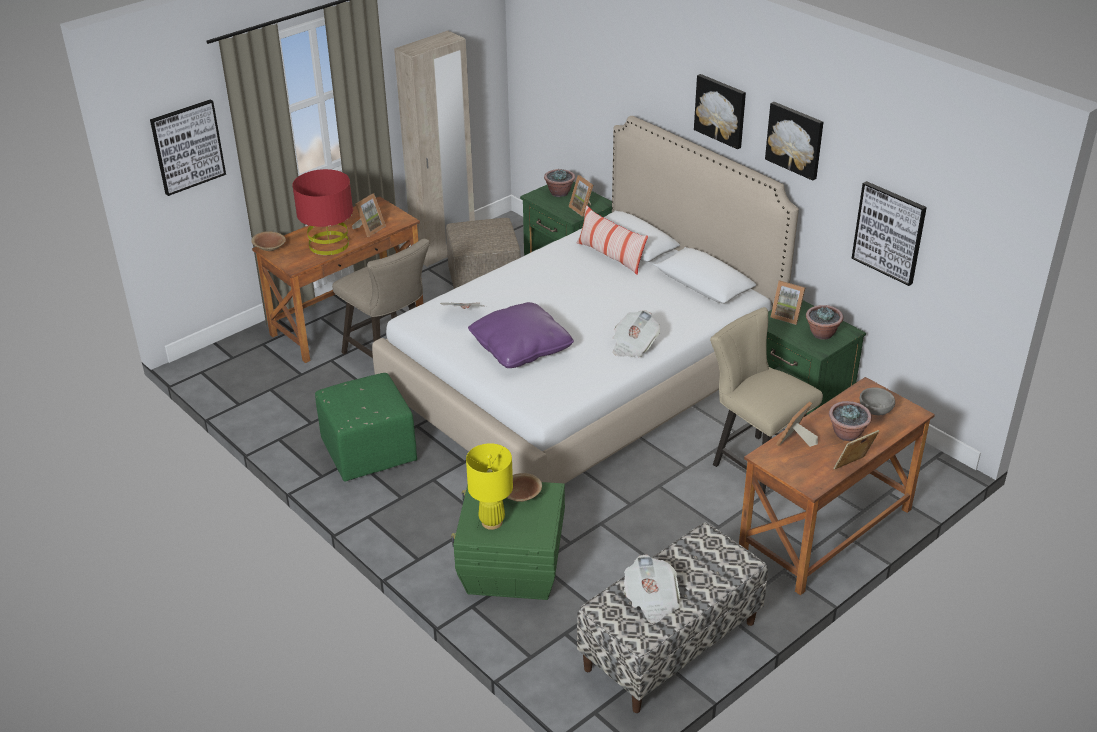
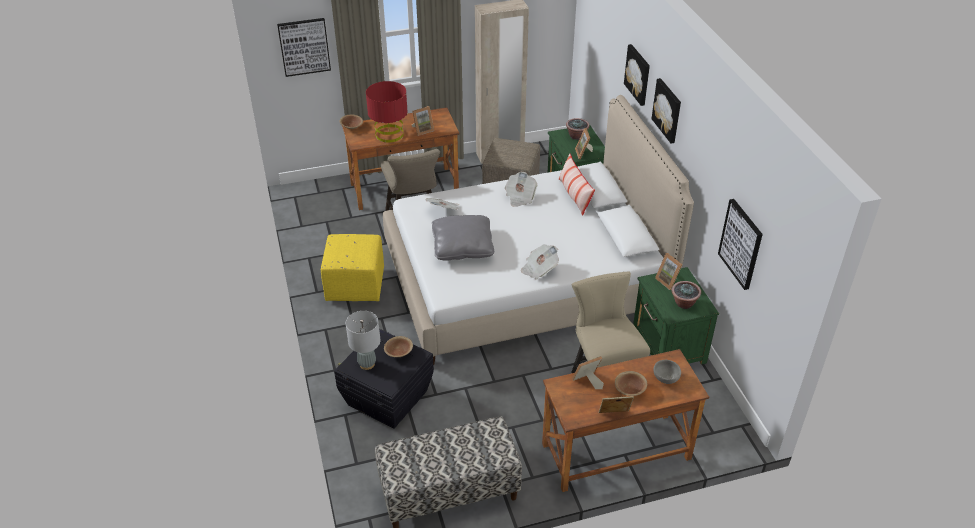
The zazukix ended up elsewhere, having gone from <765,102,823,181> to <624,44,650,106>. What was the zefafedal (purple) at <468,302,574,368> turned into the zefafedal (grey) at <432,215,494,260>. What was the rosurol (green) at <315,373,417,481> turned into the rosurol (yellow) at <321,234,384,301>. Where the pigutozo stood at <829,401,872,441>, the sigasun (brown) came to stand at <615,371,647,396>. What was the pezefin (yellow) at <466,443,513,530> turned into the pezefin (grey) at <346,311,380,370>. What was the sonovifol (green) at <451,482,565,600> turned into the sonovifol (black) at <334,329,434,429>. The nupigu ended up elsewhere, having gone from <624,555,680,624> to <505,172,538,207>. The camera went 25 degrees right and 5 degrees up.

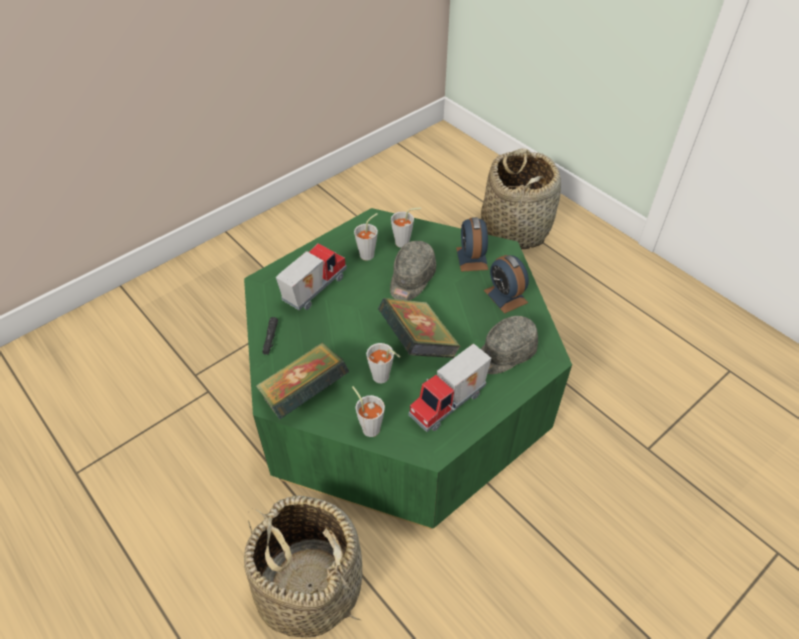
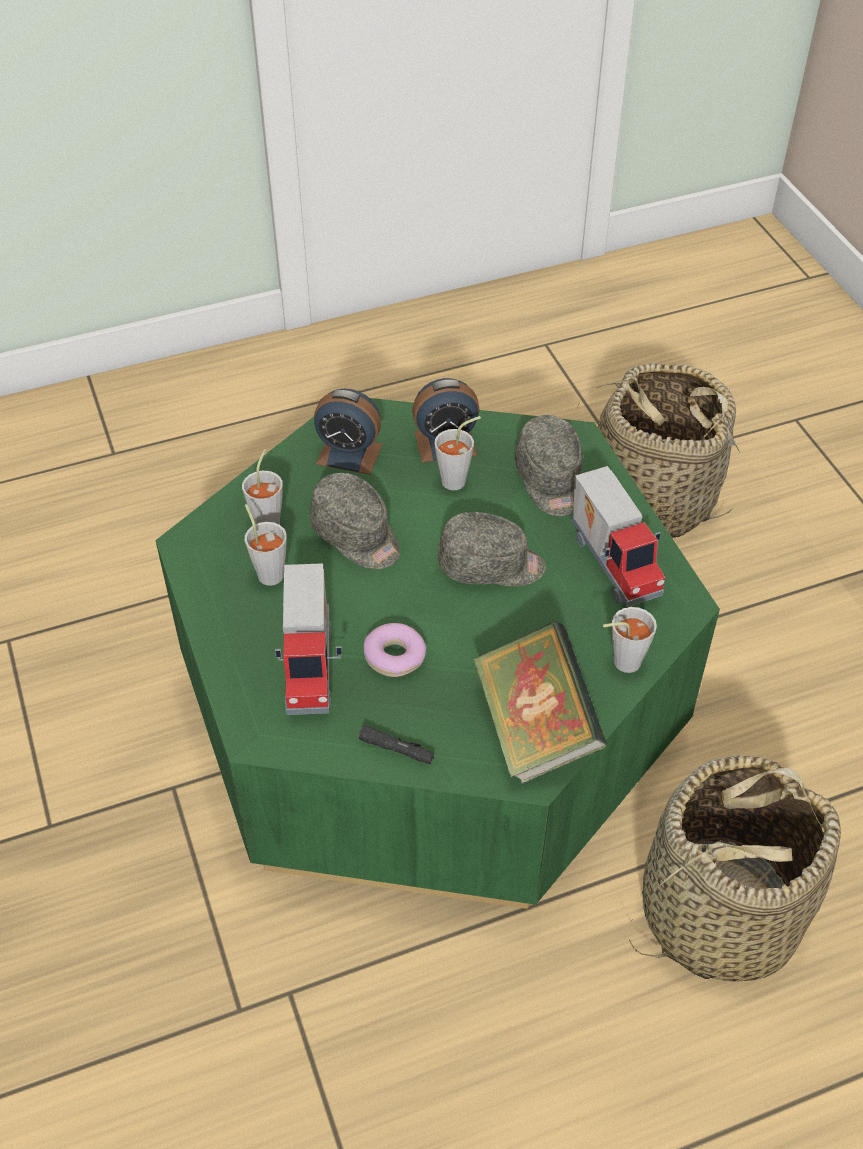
The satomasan ended up elsewhere, having gone from <481,149,561,249> to <579,363,740,538>. The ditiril at <276,243,347,310> ended up facing another way, 150 degrees counterclockwise from before. Where the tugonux stood at <378,298,461,358>, the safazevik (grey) came to stand at <438,512,546,587>. The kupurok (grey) ended up elsewhere, having gone from <366,343,401,383> to <435,416,481,490>. The second view gained the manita at <364,623,426,677>. The camera went 70 degrees left and 0 degrees up.

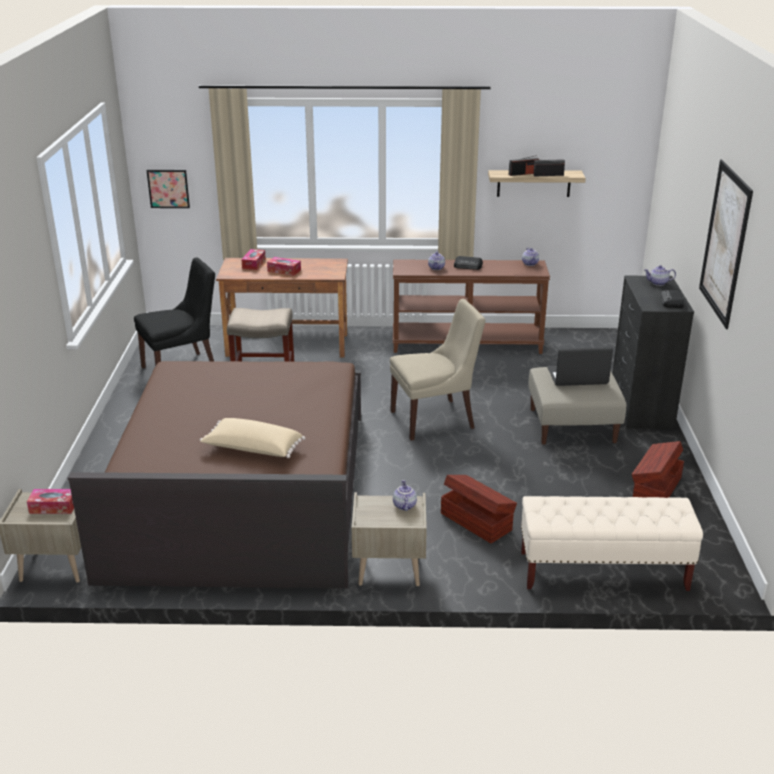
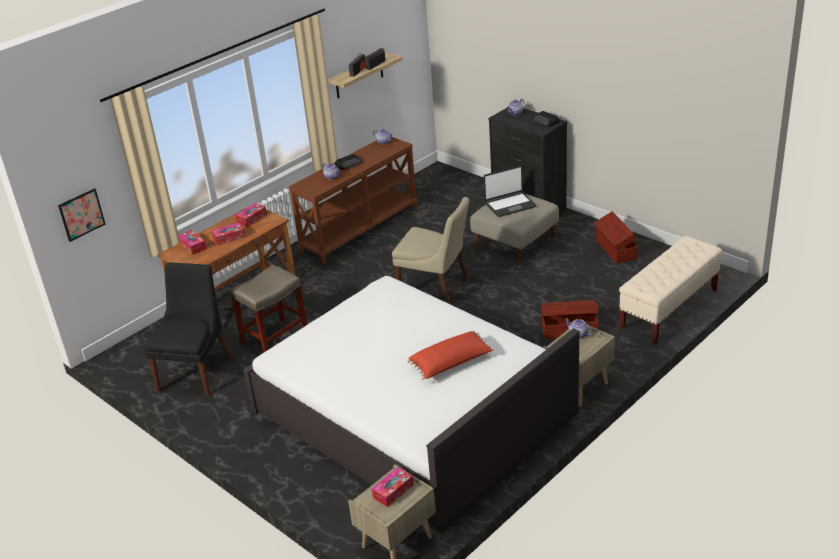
The second view lost the zazukix at <699,160,753,329>. The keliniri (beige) at <390,299,486,440> ended up facing another way, 90 degrees clockwise from before. The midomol at <547,347,613,386> ended up facing another way, 150 degrees counterclockwise from before. What was the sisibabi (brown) at <68,361,361,588> turned into the sisibabi (white) at <243,276,580,533>. What was the zefafedal (beige) at <200,418,305,458> turned into the zefafedal (red) at <407,331,494,380>. The second view gained the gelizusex at <235,203,267,227>. The camera went 45 degrees left and 5 degrees up.

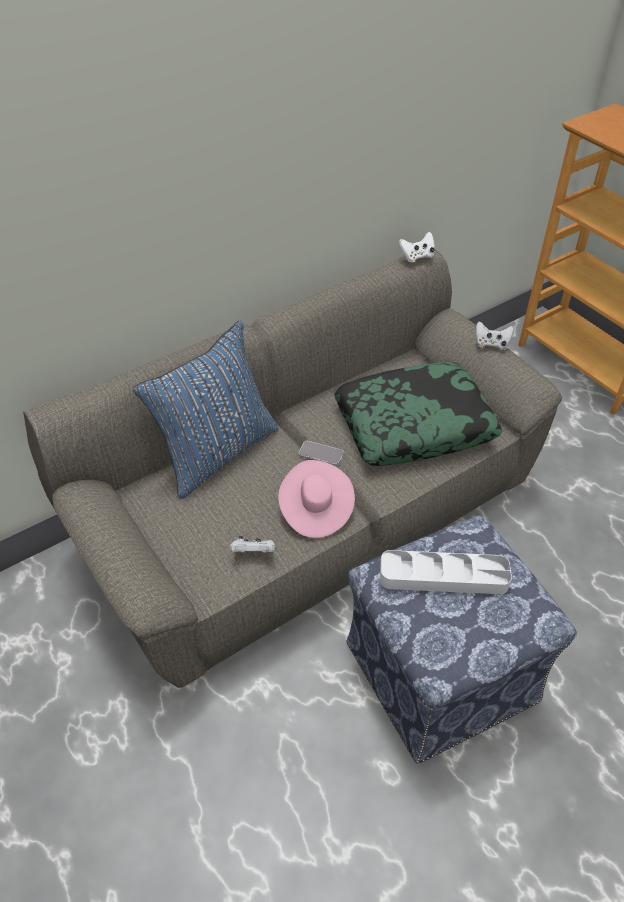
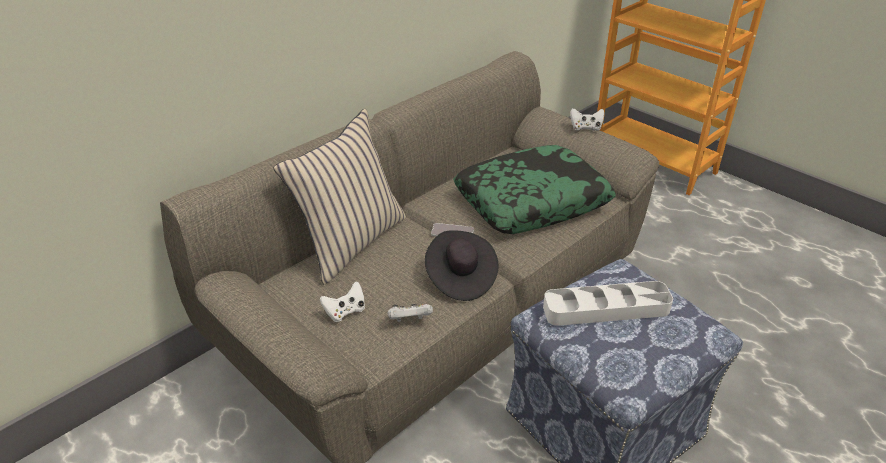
The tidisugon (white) ended up elsewhere, having gone from <399,232,435,263> to <320,282,365,322>. What was the zefafedal (blue) at <133,320,279,499> turned into the zefafedal (beige) at <273,109,406,285>. What was the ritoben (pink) at <278,460,355,538> turned into the ritoben (black) at <425,230,499,301>. The camera went 10 degrees left and 10 degrees down.

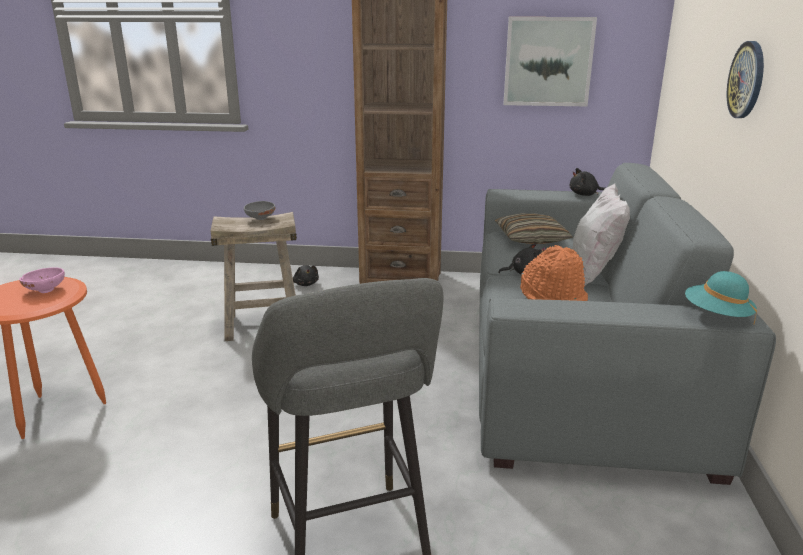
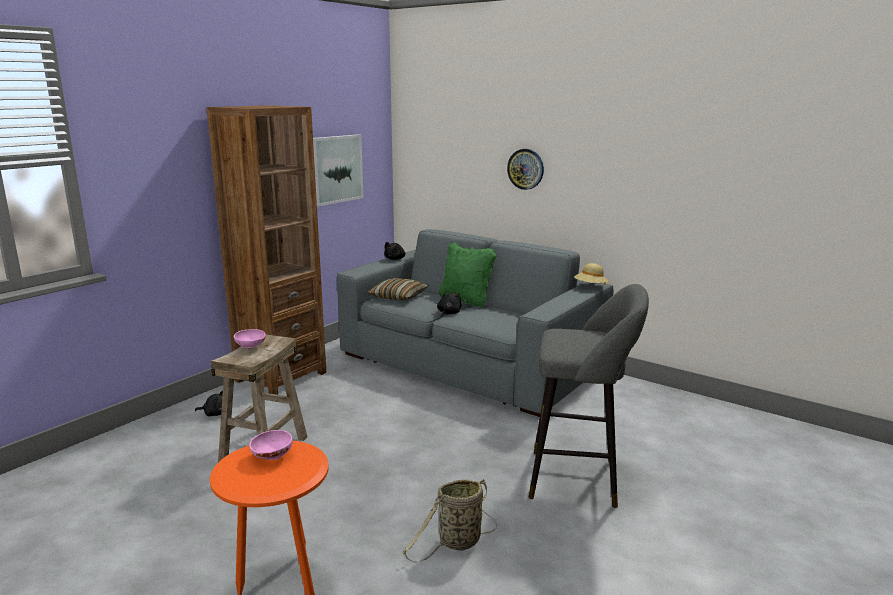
What was the zefafedal (white) at <573,184,630,285> turned into the zefafedal (green) at <439,242,496,308>. What was the sigasun (grey) at <244,201,275,220> turned into the sigasun (pink) at <234,329,266,348>. The second view lost the ritoben (orange) at <520,245,588,301>. What was the ritoben (turquoise) at <685,271,757,325> turned into the ritoben (beige) at <574,263,609,285>. The second view gained the satomasan at <403,479,497,562>. The camera went 60 degrees left and 5 degrees down.

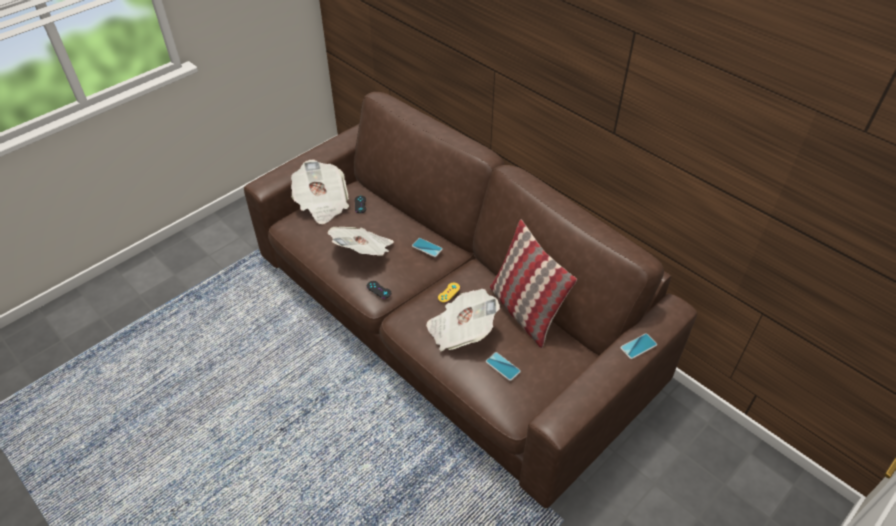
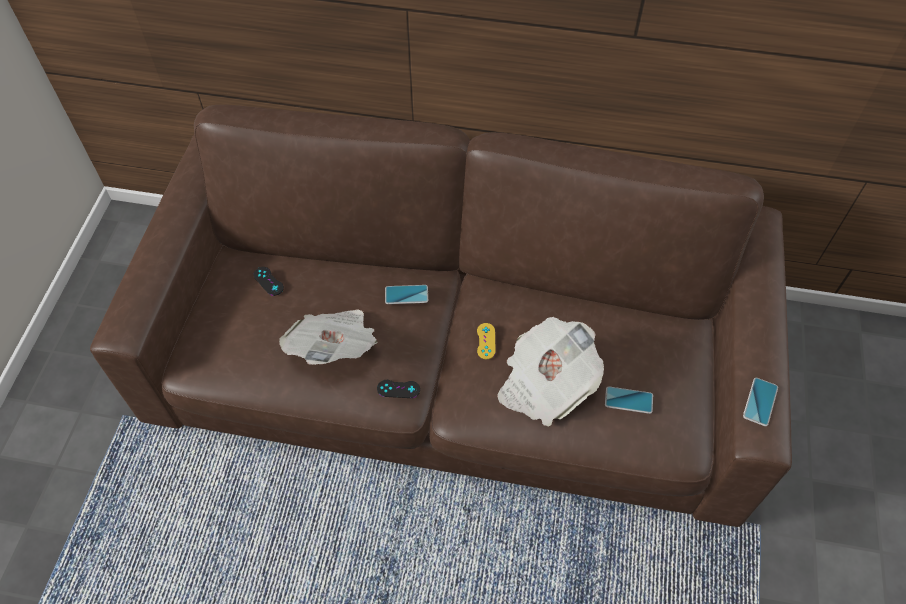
The second view lost the nupigu at <291,159,349,224>. The second view lost the zefafedal at <490,220,577,348>. The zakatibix ended up elsewhere, having gone from <620,333,657,359> to <743,378,778,426>. The camera went 35 degrees left and 10 degrees up.

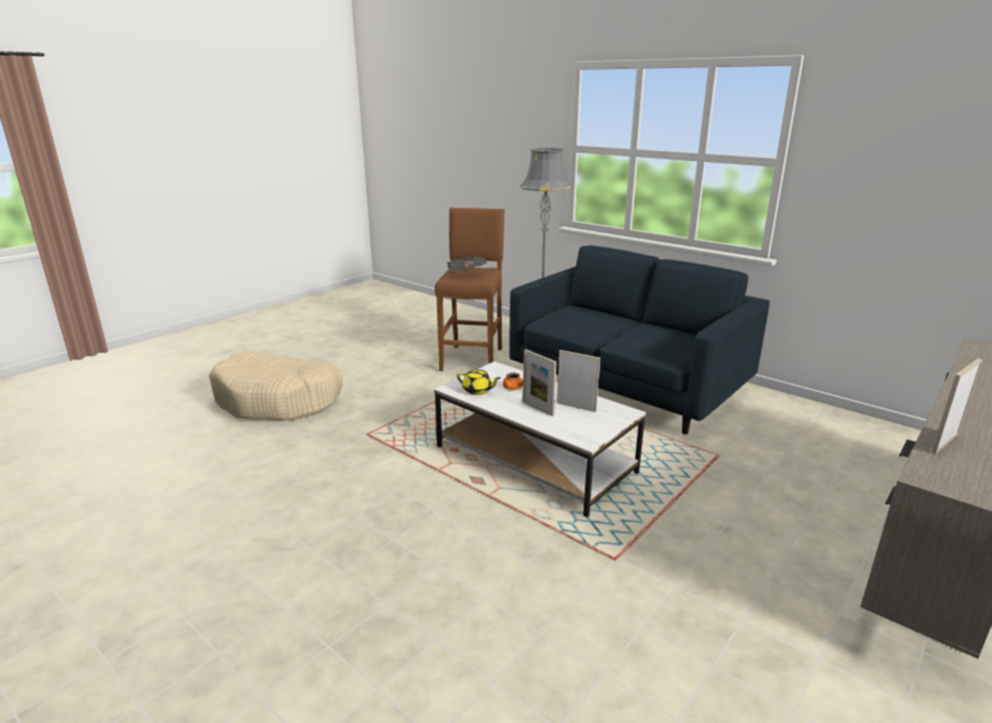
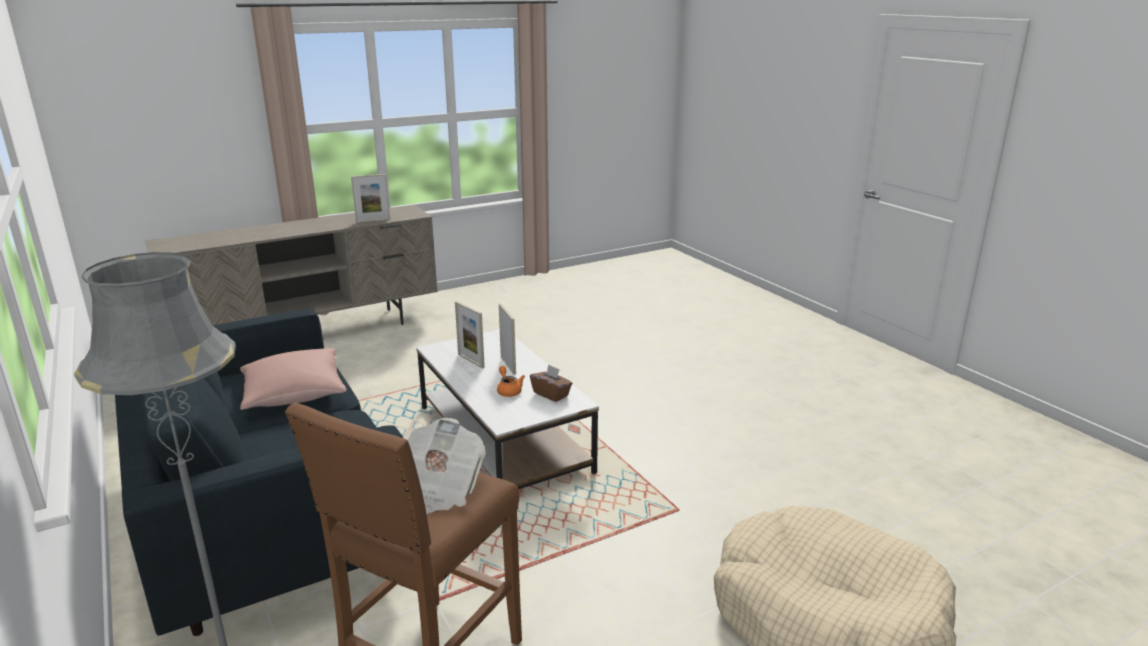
Where the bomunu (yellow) stood at <456,369,500,395>, the gelizusex (brown) came to stand at <530,364,572,402>. The second view gained the zefafedal (pink) at <240,348,347,410>. The camera went 160 degrees left and 0 degrees up.

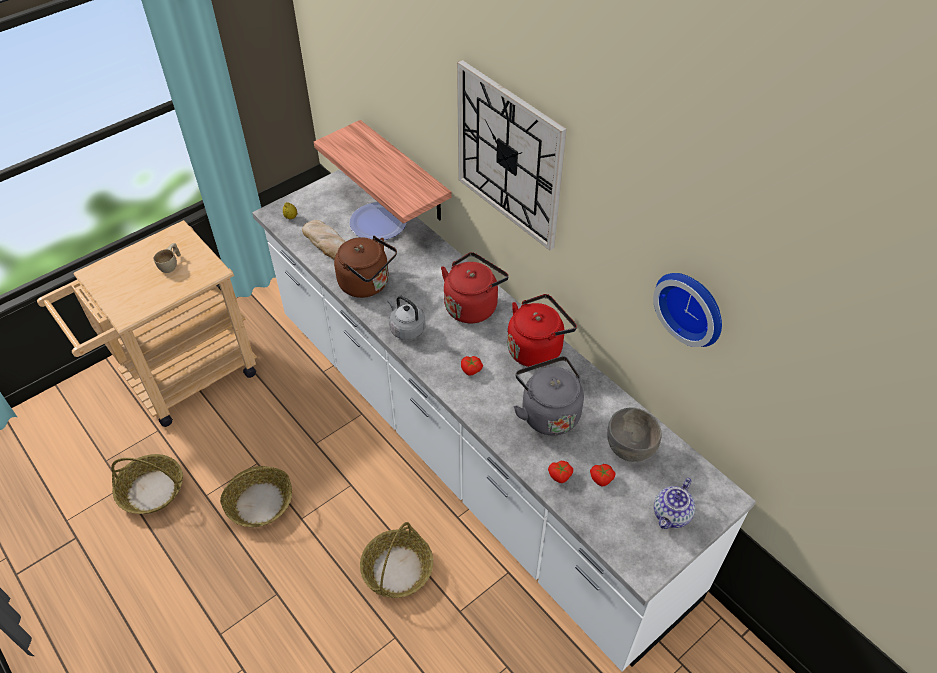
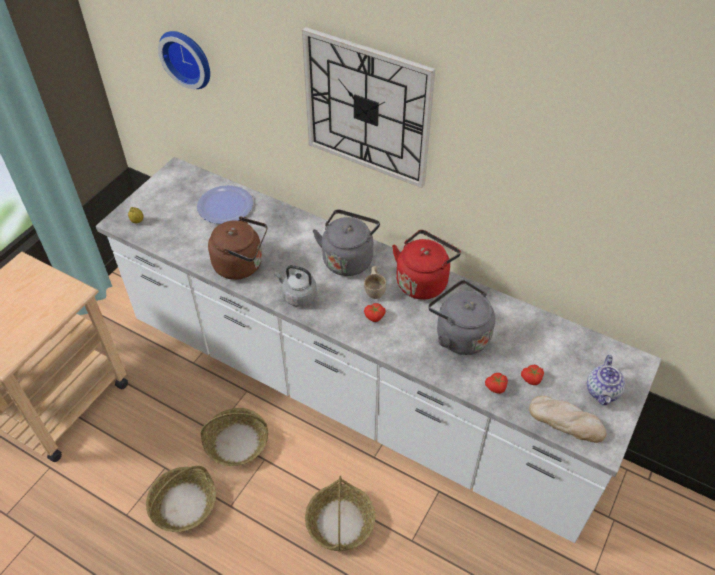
The second view lost the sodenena at <314,120,452,224>. The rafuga ended up elsewhere, having gone from <302,220,346,260> to <529,396,606,443>. The kupurok (beige) ended up elsewhere, having gone from <153,243,181,273> to <364,266,386,299>. What was the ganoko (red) at <441,252,509,323> turned into the ganoko (grey) at <313,209,380,276>. The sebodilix ended up elsewhere, having gone from <653,273,722,347> to <158,31,210,89>. The second view lost the sigasun (grey) at <607,407,662,462>. The satomasan ended up elsewhere, having gone from <111,454,183,514> to <201,408,268,466>. The camera went 20 degrees left and 0 degrees up.

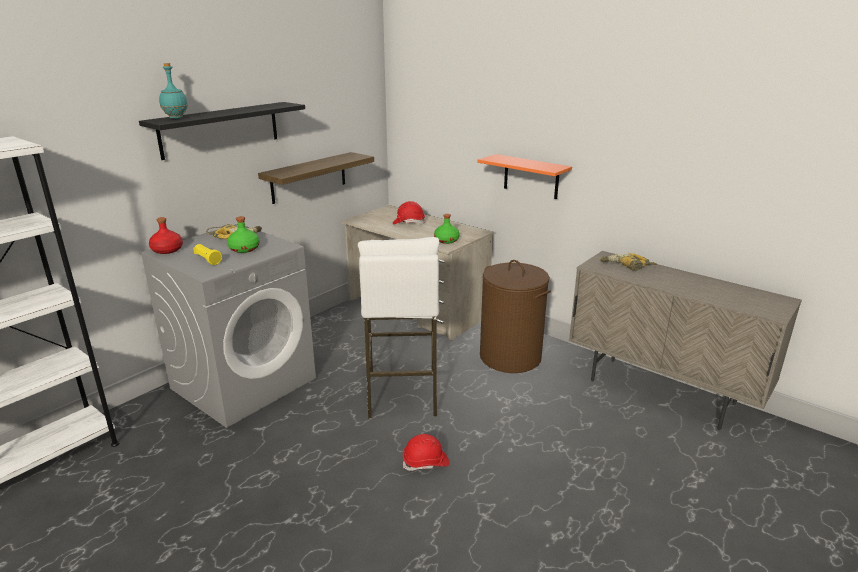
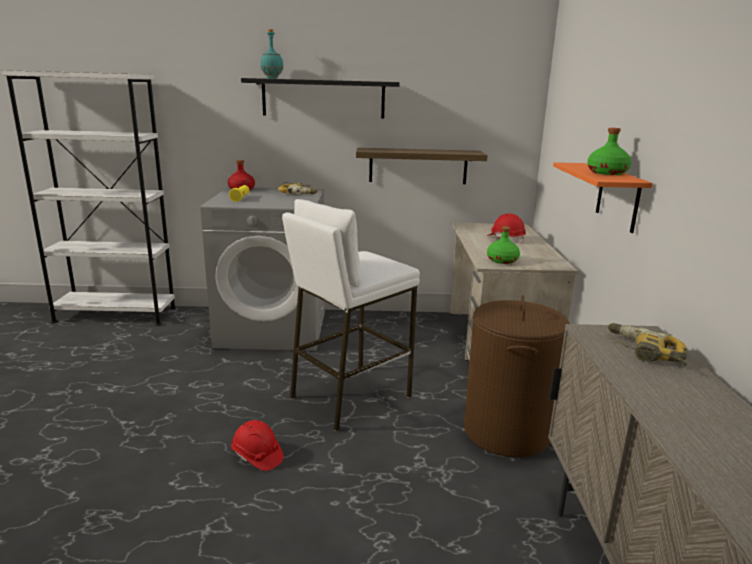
The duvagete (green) ended up elsewhere, having gone from <227,216,260,253> to <587,128,631,175>. The camera went 50 degrees right and 5 degrees down.

